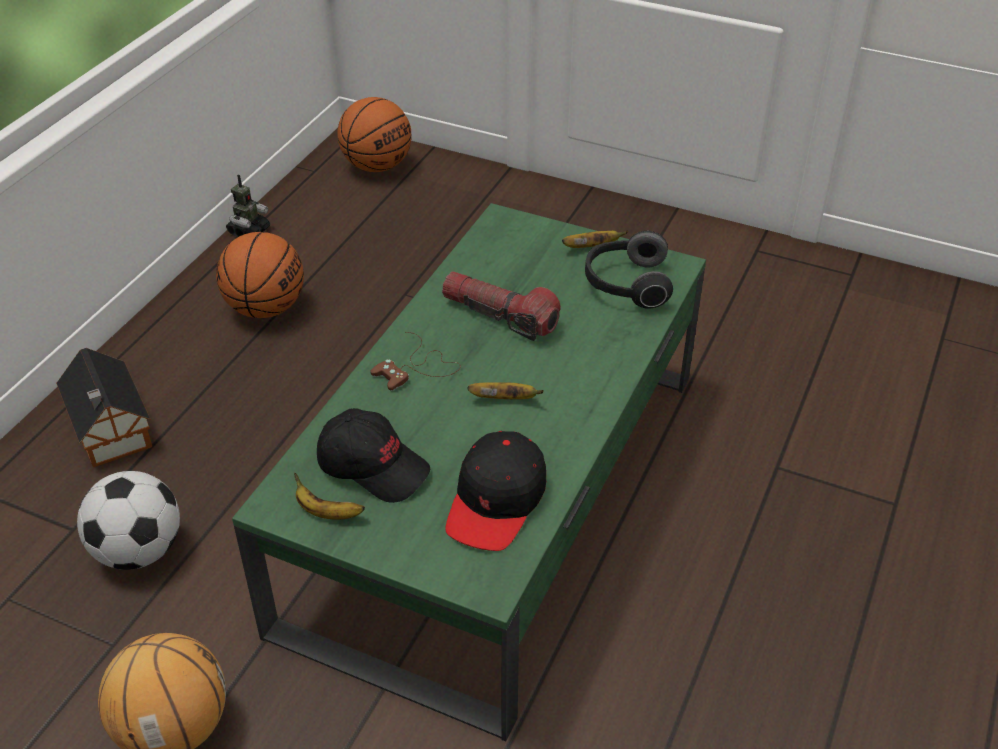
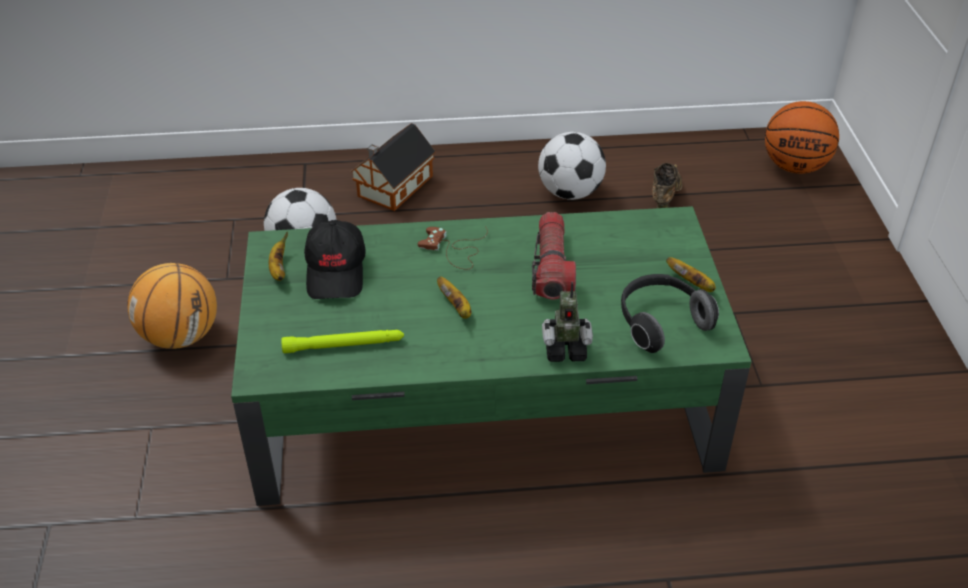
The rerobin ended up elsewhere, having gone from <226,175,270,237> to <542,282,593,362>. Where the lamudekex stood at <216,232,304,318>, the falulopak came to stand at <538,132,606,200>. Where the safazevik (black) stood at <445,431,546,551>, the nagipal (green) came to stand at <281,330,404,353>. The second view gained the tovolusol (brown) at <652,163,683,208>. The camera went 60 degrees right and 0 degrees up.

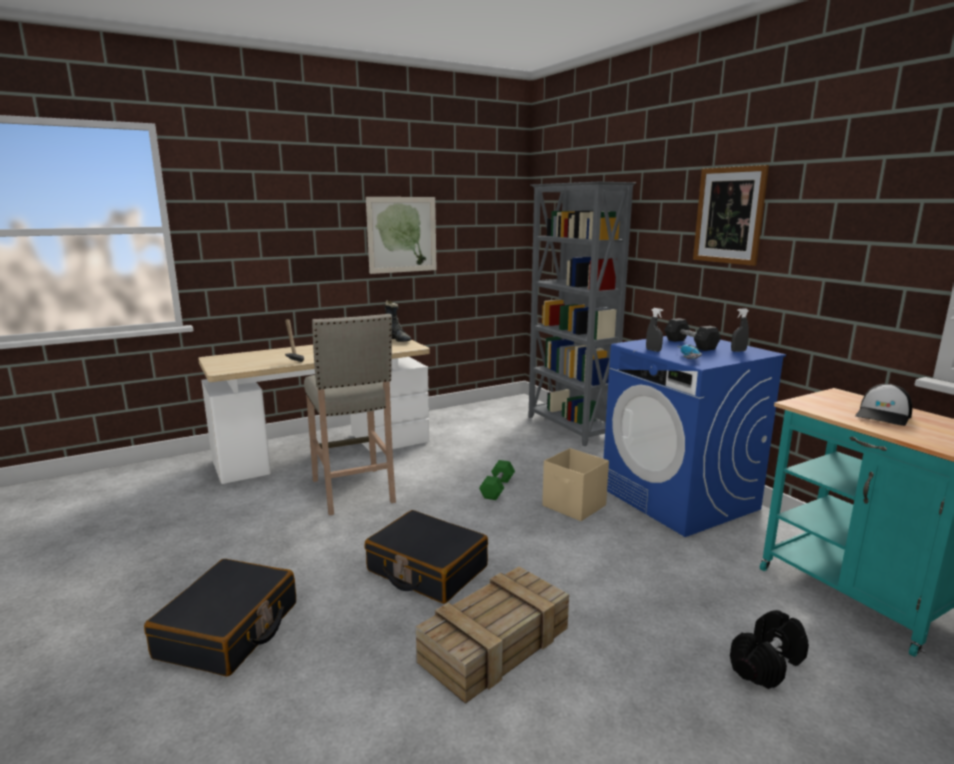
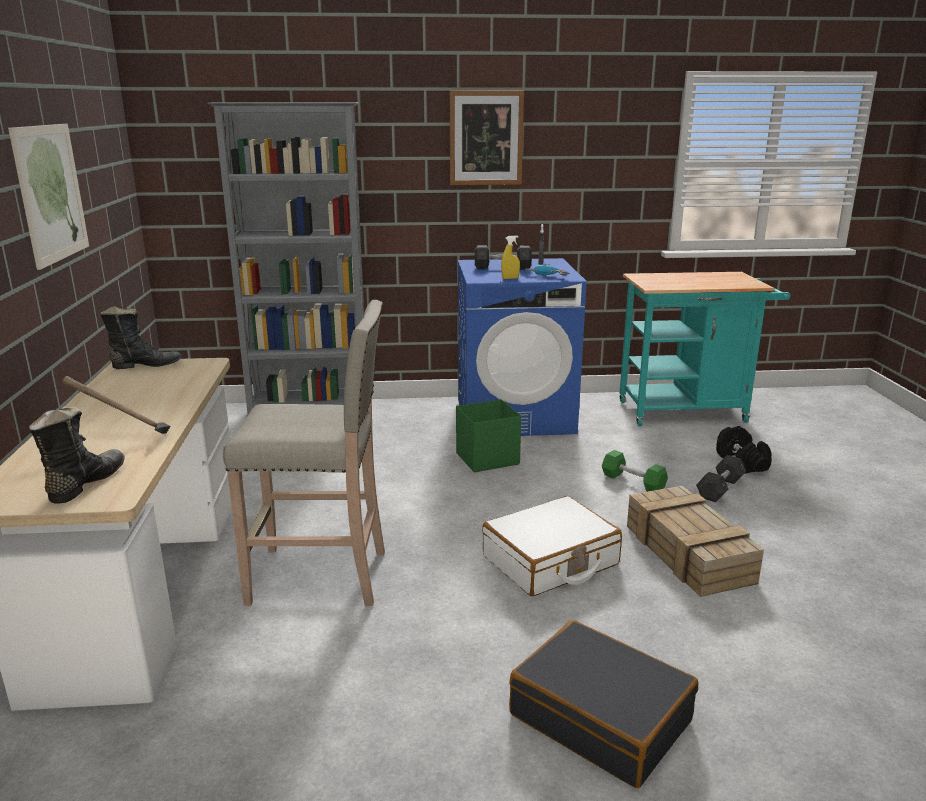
What was the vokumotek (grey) at <646,308,663,352> turned into the vokumotek (yellow) at <501,236,520,279>. The second view lost the safazevik at <855,384,912,426>. What was the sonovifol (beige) at <542,448,609,521> turned into the sonovifol (green) at <456,399,521,472>. The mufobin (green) ended up elsewhere, having gone from <479,460,515,500> to <602,450,668,491>. What was the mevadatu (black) at <364,510,488,604> turned into the mevadatu (white) at <482,496,622,596>. The second view gained the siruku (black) at <29,407,125,504>. The second view gained the mufobin (grey) at <696,455,746,502>. The camera went 65 degrees left and 5 degrees up.

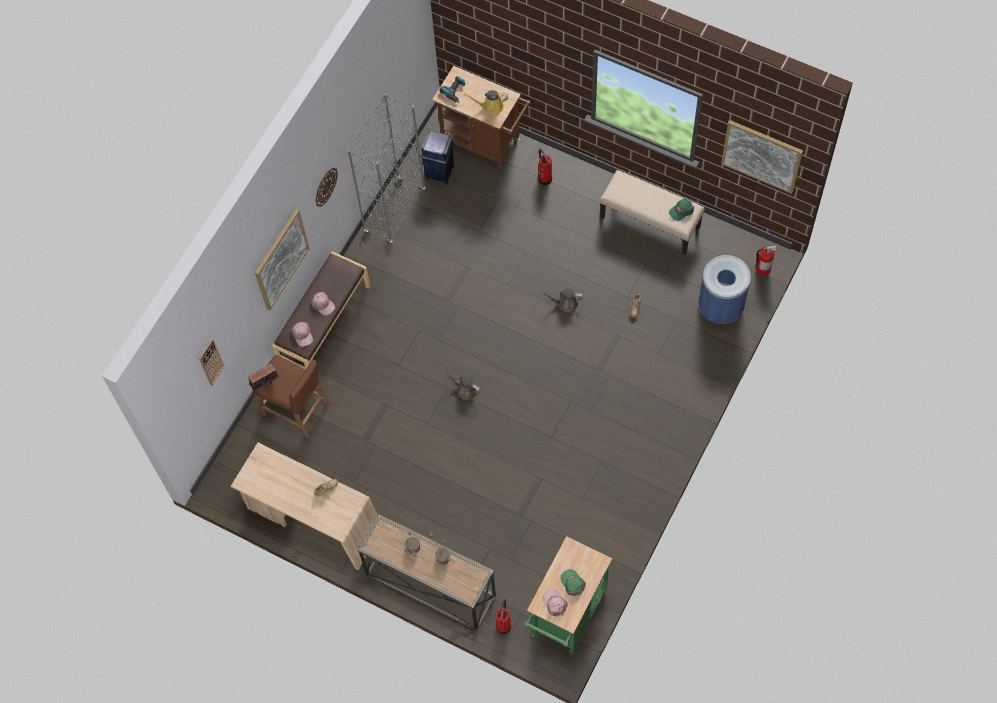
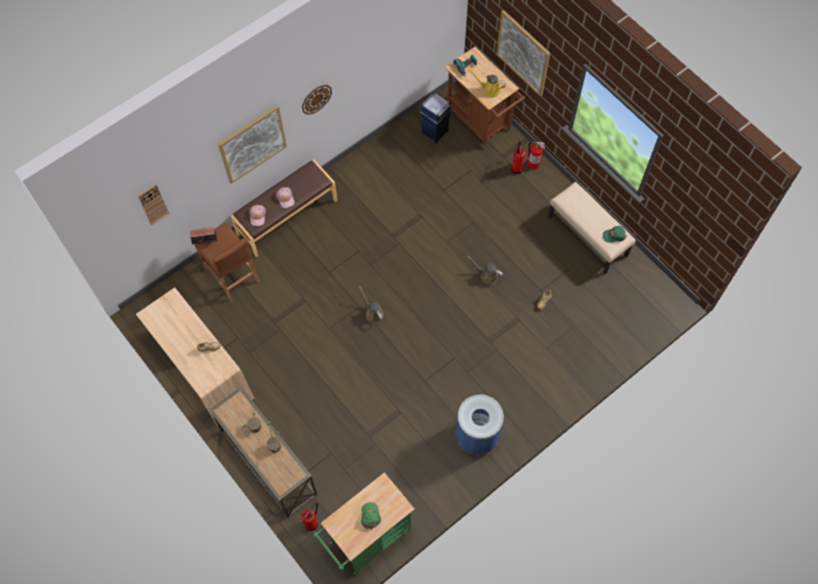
The second view lost the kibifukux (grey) at <348,94,426,245>. The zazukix ended up elsewhere, having gone from <721,120,803,194> to <496,10,550,97>. The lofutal ended up elsewhere, having gone from <756,246,777,276> to <528,142,545,169>. The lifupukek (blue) ended up elsewhere, having gone from <699,255,751,324> to <456,394,504,455>. The second view lost the safazevik (pink) at <543,589,568,617>. The camera went 20 degrees right and 0 degrees up.

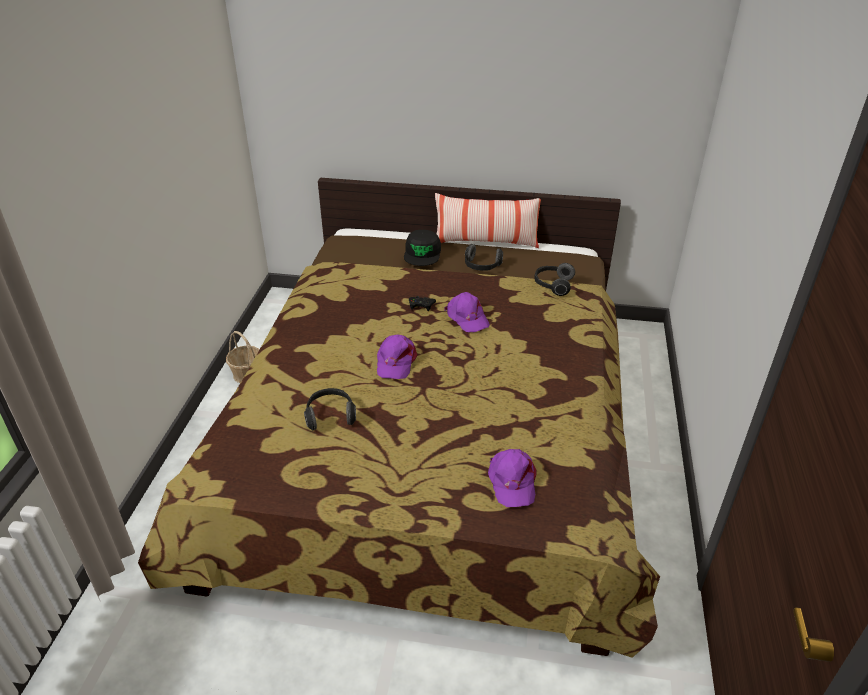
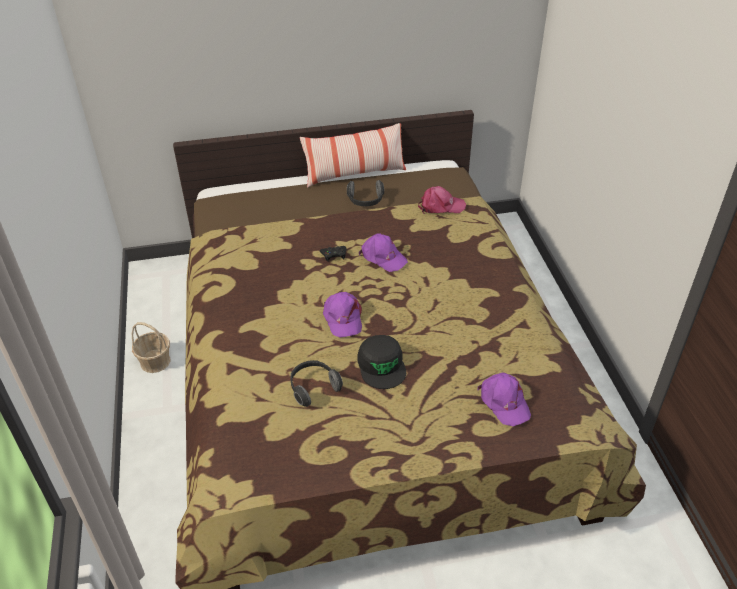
The safazevik (black) ended up elsewhere, having gone from <404,230,441,266> to <357,335,406,389>. Where the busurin stood at <534,263,575,296>, the safazevik (pink) came to stand at <418,186,466,214>. The camera went 20 degrees left and 5 degrees up.

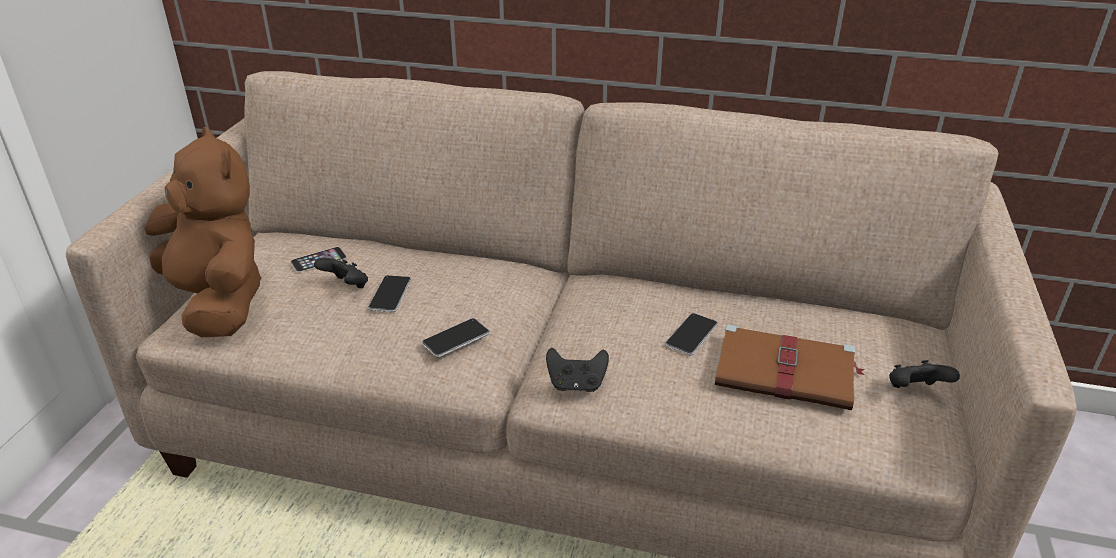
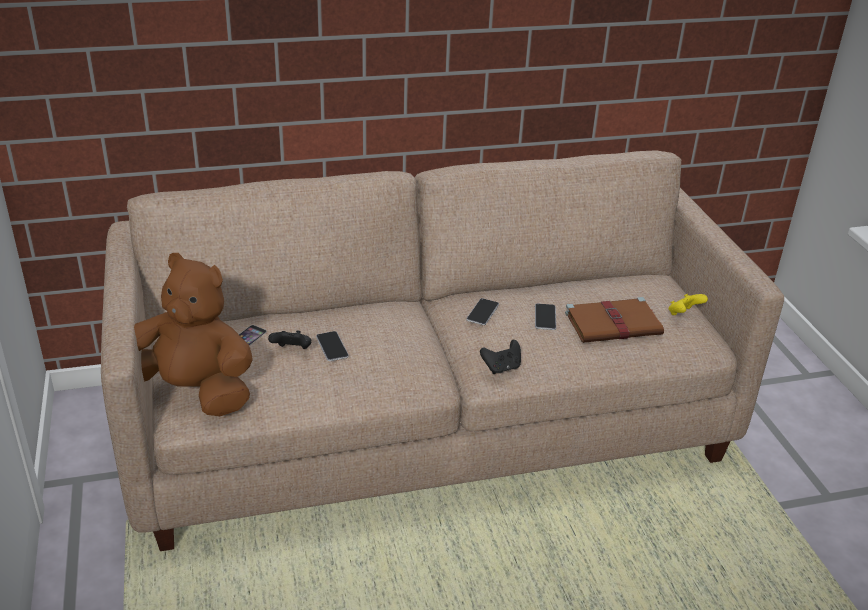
The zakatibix ended up elsewhere, having gone from <422,318,489,357> to <466,298,499,325>. What was the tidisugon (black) at <889,360,960,388> turned into the tidisugon (yellow) at <669,294,708,315>. The camera went 30 degrees left and 0 degrees up.

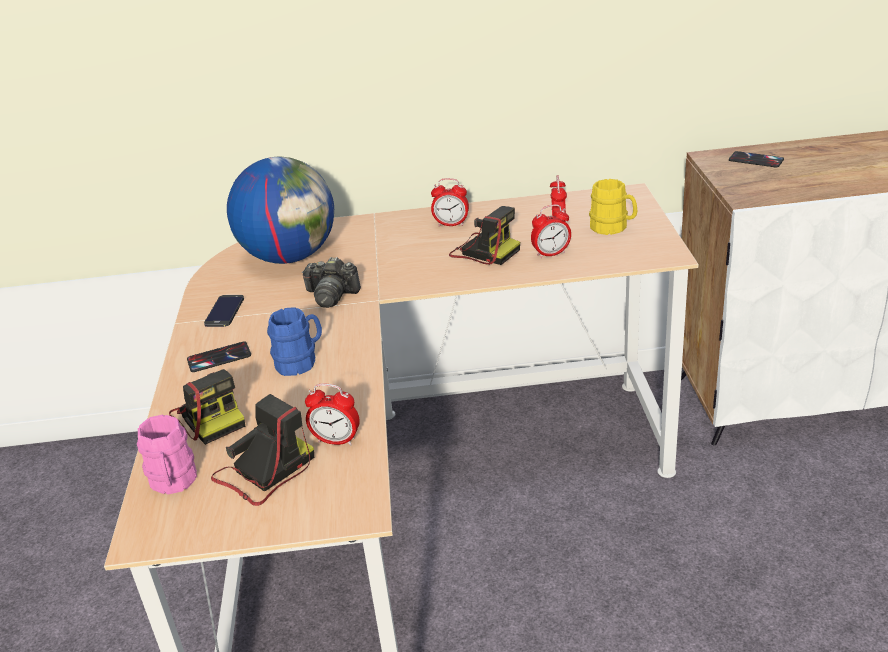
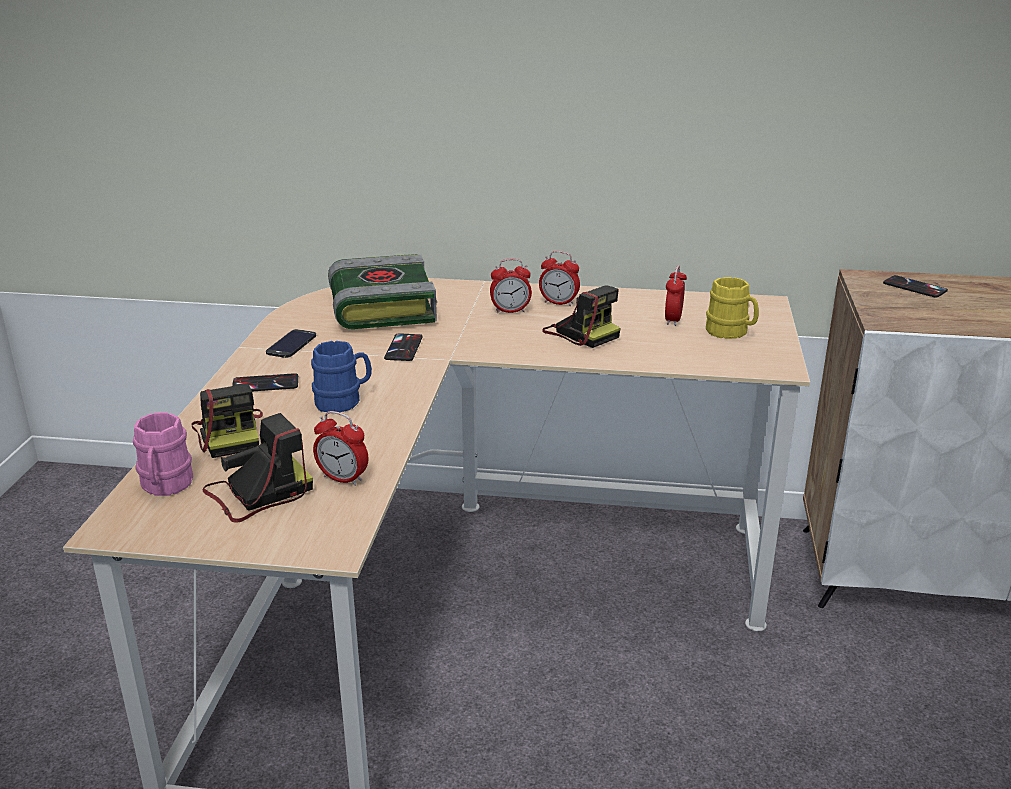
Where the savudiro stood at <227,157,334,264>, the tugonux came to stand at <328,254,437,329>. The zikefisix ended up elsewhere, having gone from <531,204,571,259> to <490,259,532,313>. Where the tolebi stood at <302,257,361,308>, the zakatibix came to stand at <384,333,423,361>. The camera went 10 degrees right and 5 degrees down.

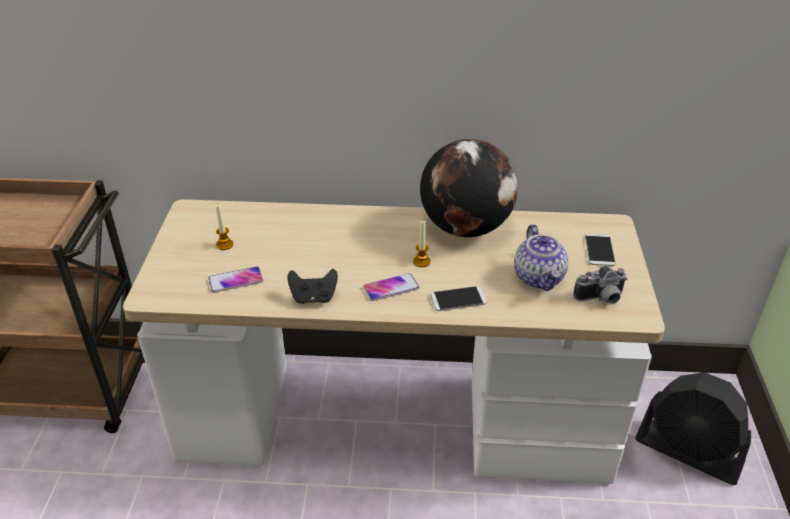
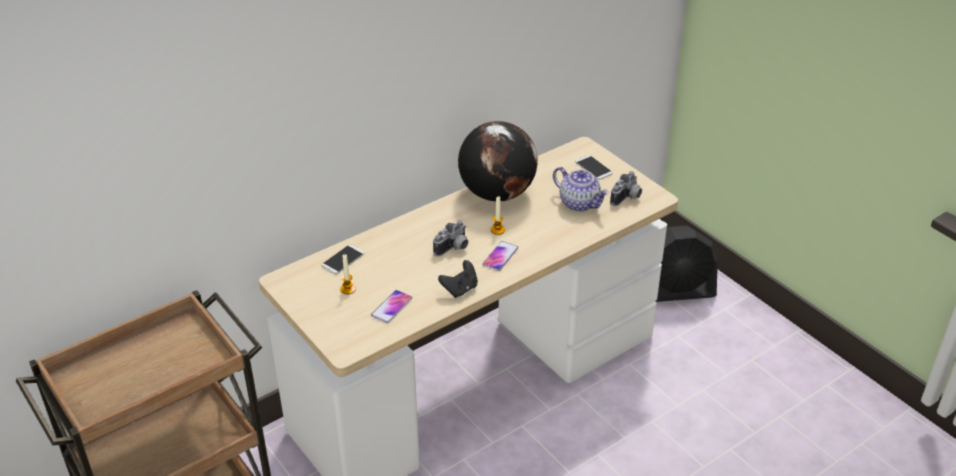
The zakatibix ended up elsewhere, having gone from <430,286,487,311> to <321,245,364,274>. The second view gained the tolebi at <433,220,468,257>. The camera went 40 degrees left and 0 degrees up.

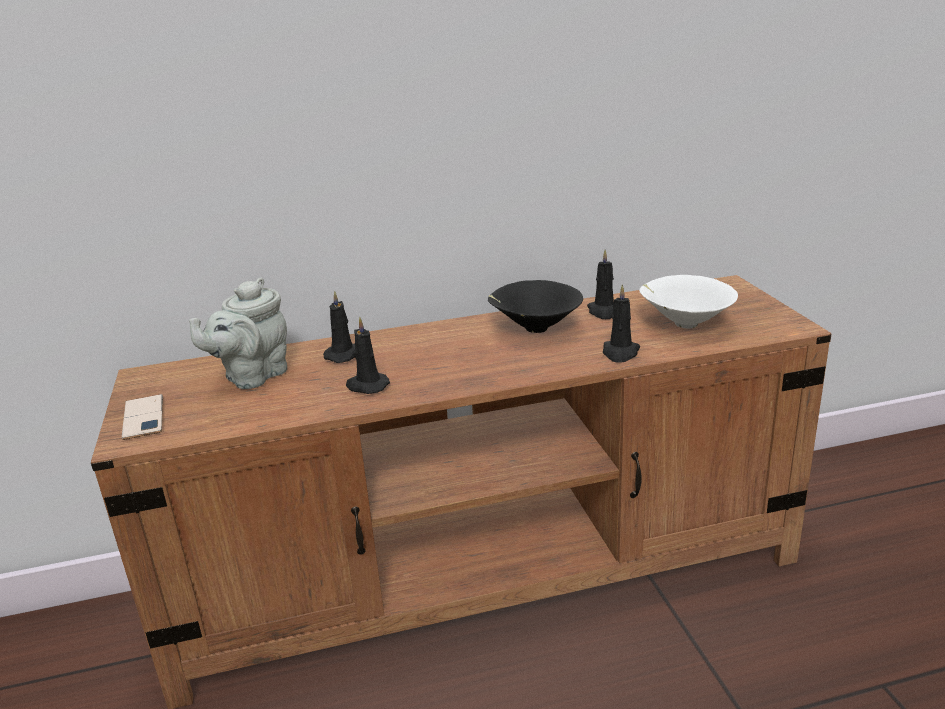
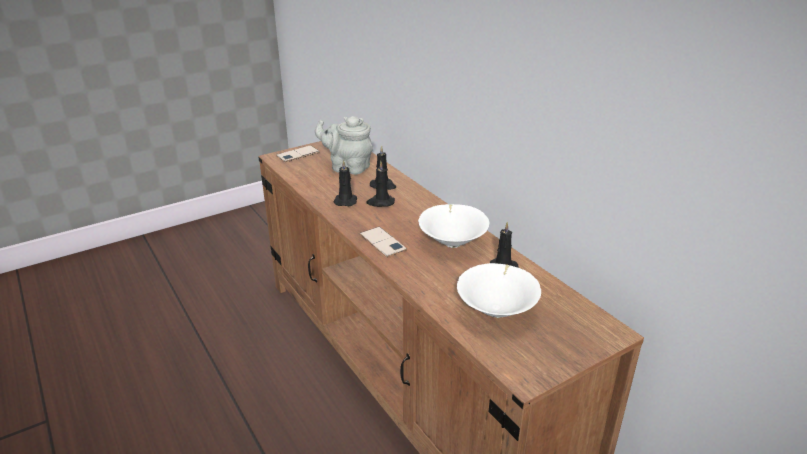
What was the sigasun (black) at <488,280,583,333> turned into the sigasun (white) at <418,204,489,248>. The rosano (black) ended up elsewhere, having gone from <603,285,640,363> to <366,161,395,207>. The second view gained the zakatibix at <360,227,407,257>. The camera went 70 degrees right and 5 degrees up.

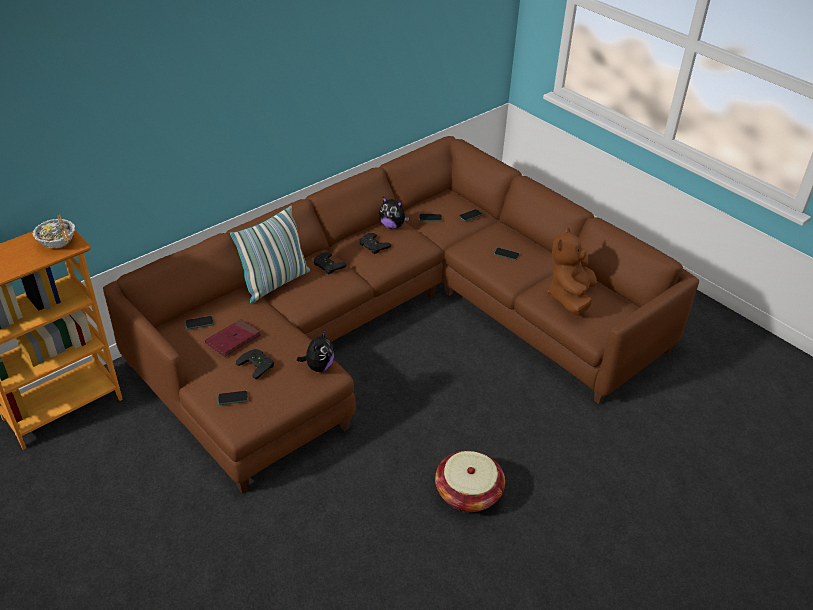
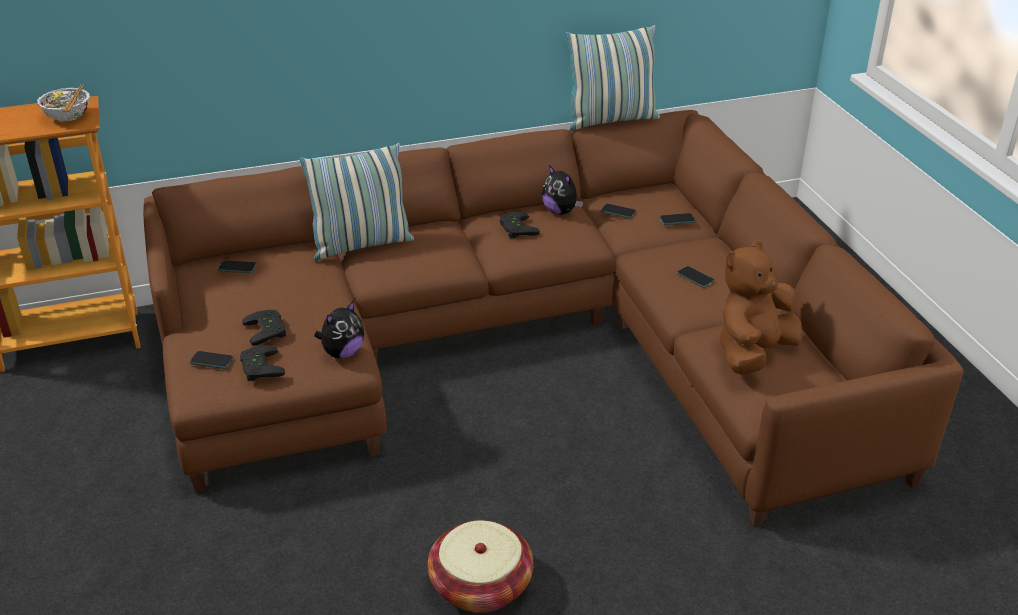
The tidisugon (black) ended up elsewhere, having gone from <314,252,347,275> to <240,345,285,381>. The second view lost the tugonux (red) at <205,319,261,357>. The second view gained the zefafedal at <565,25,660,131>. The camera went 25 degrees right and 5 degrees down.

